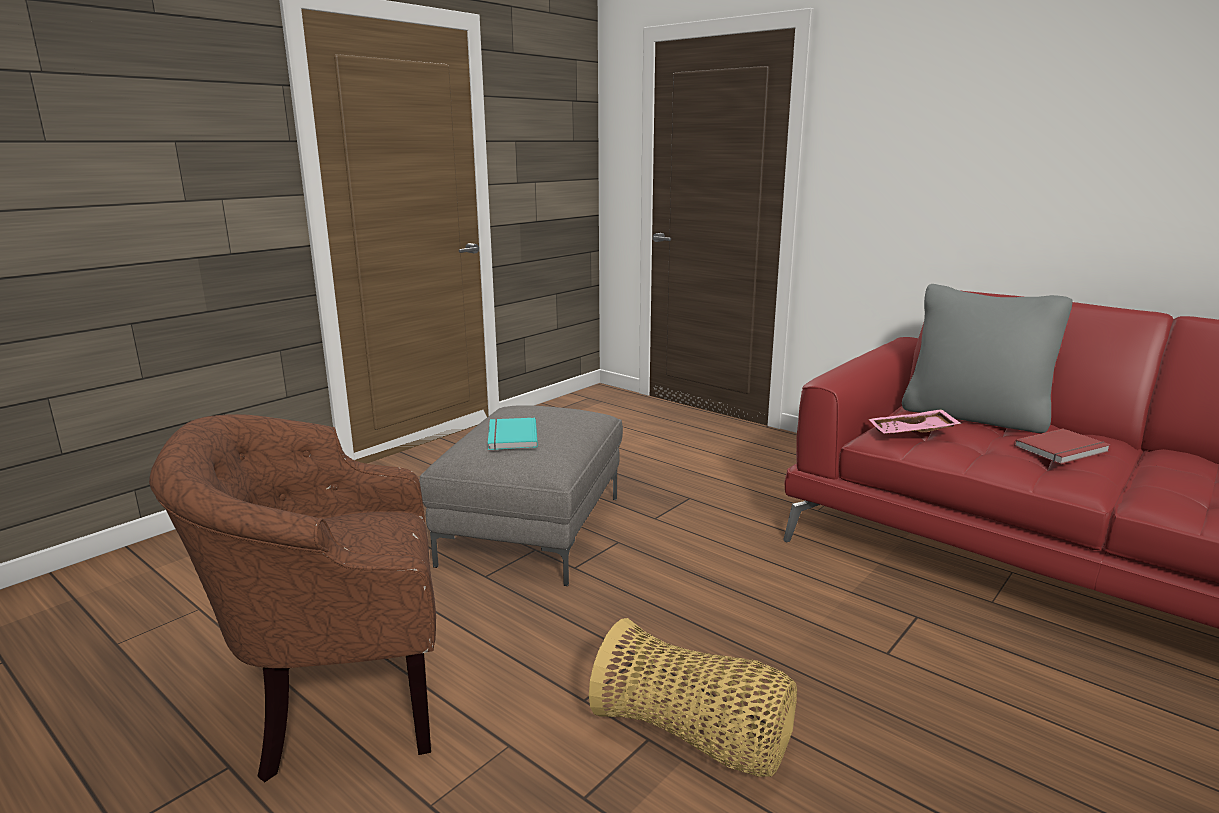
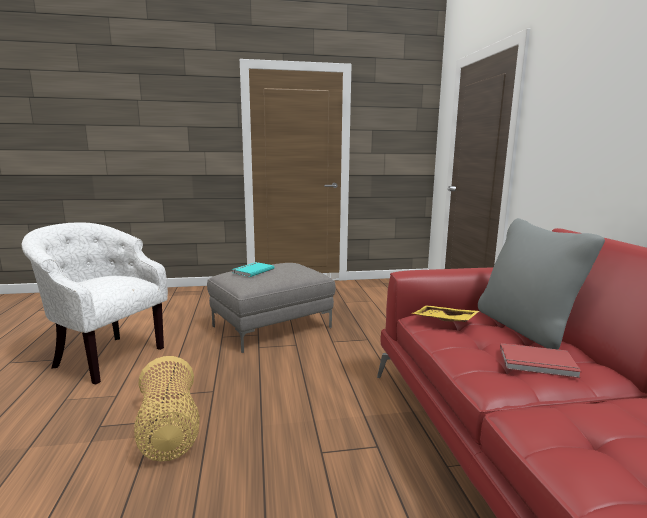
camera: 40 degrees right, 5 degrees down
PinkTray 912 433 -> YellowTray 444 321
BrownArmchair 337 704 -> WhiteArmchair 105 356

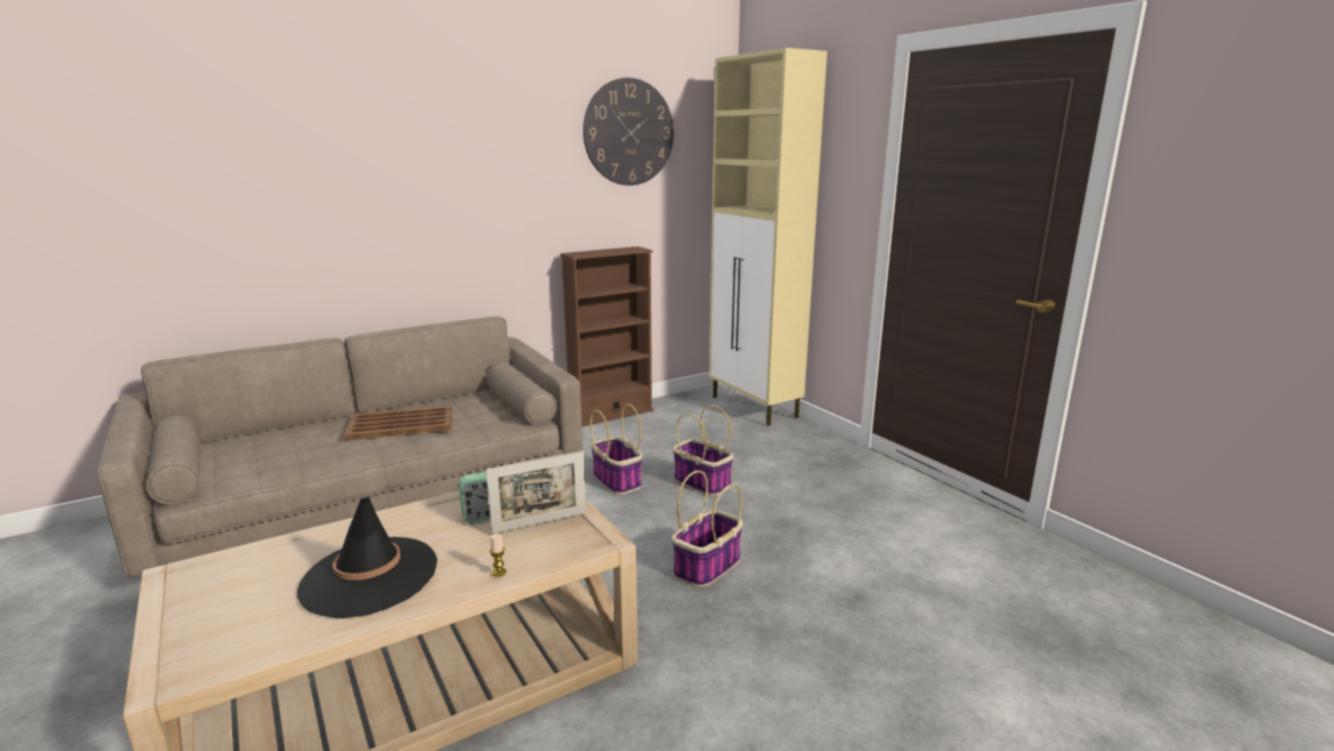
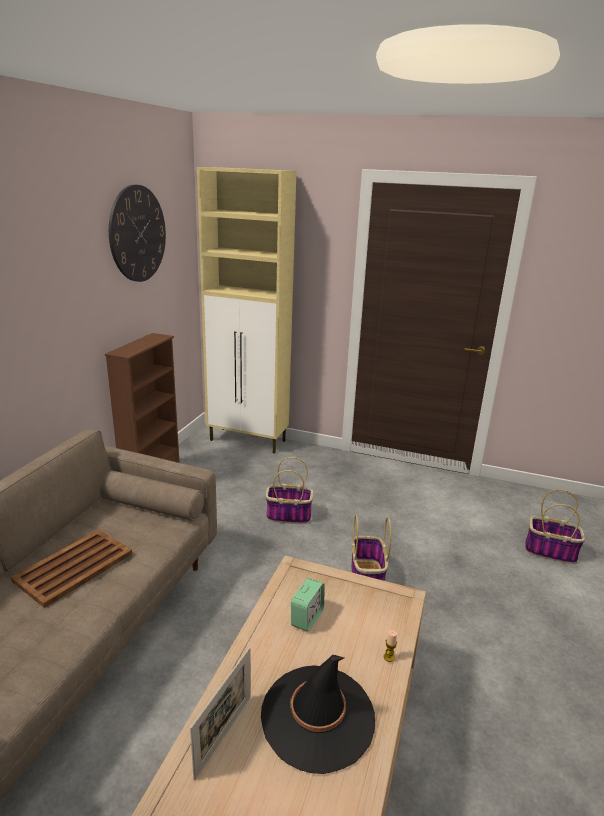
camera: 40 degrees left, 5 degrees up
Basket 617 481 -> Basket 550 551, move
PictureFrame 540 523 -> PictureFrame 223 735, move

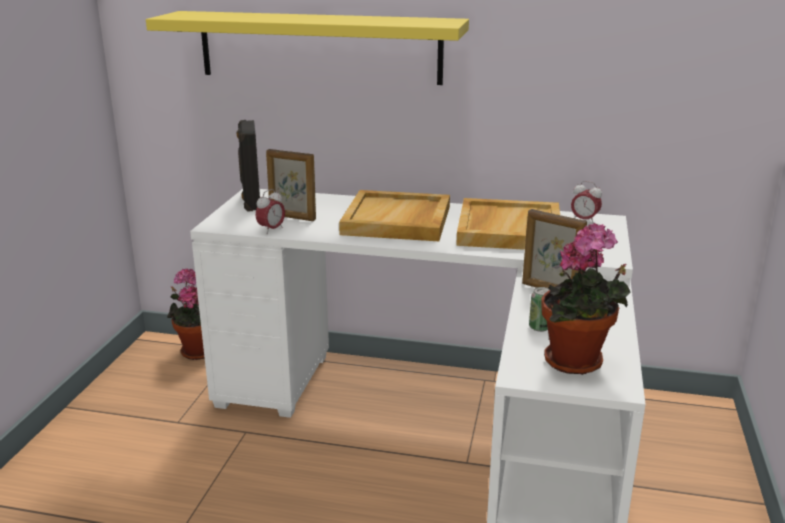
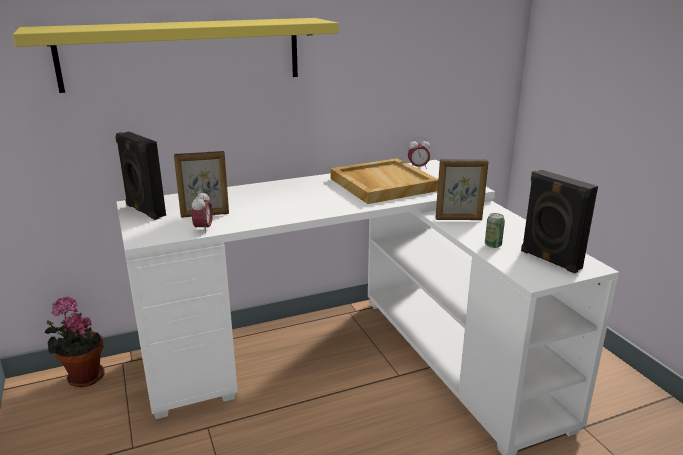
camera: 35 degrees left, 0 degrees up
BeigeTray 397 220 -> none
PottedPlant 577 363 -> BlackSpeaker 549 260

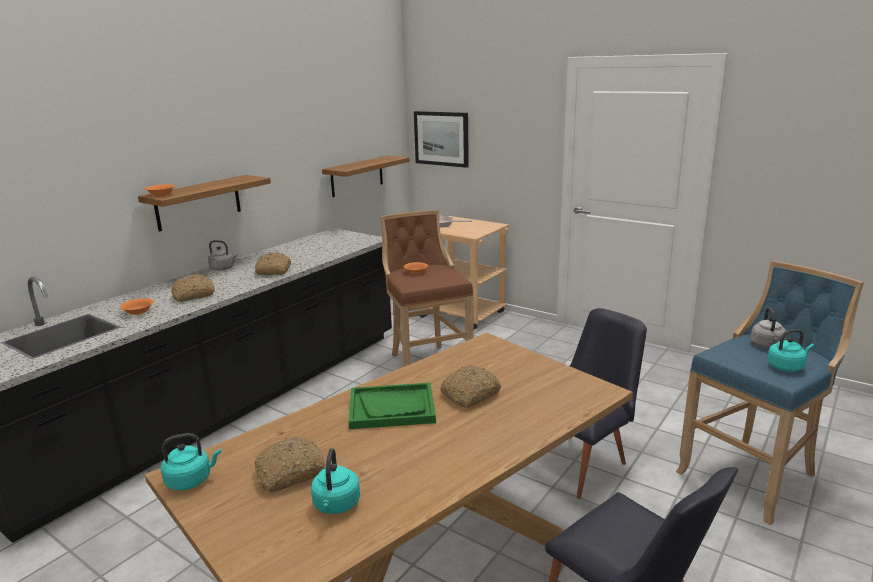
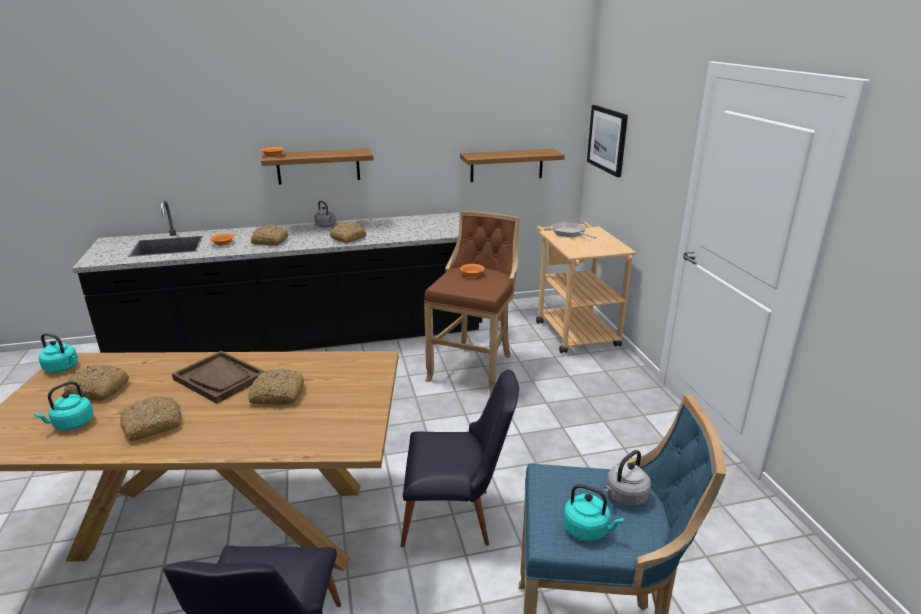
camera: 40 degrees right, 5 degrees up
GreenTray 392 408 -> BrownTray 220 378
none -> Bread 153 424

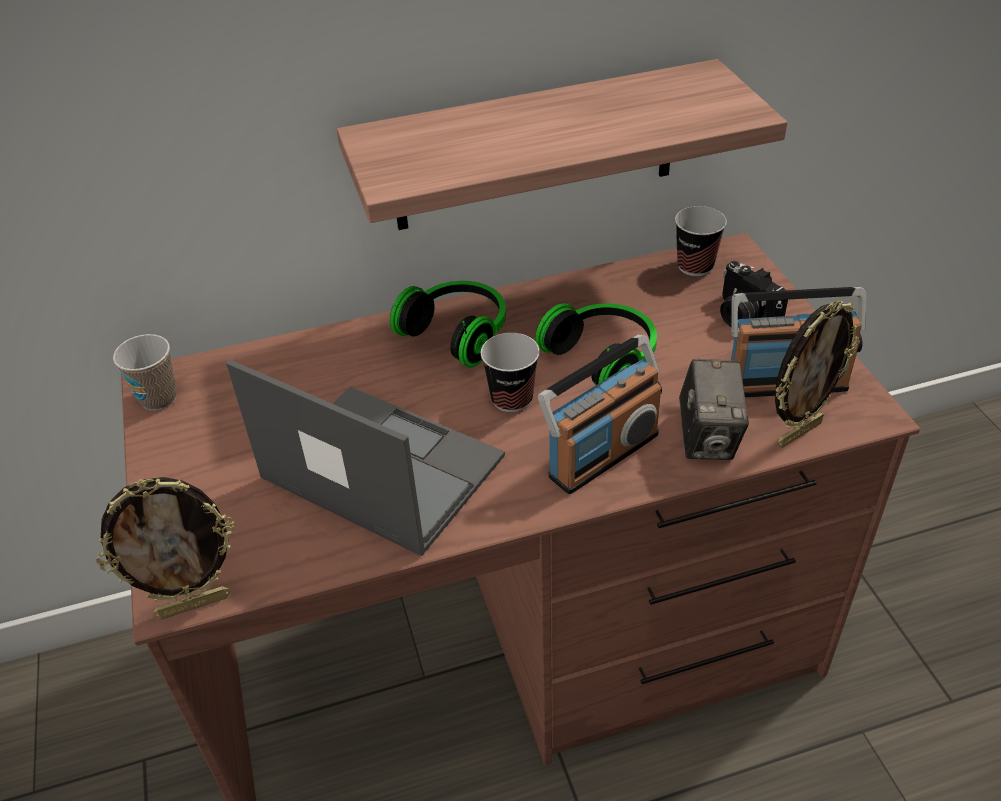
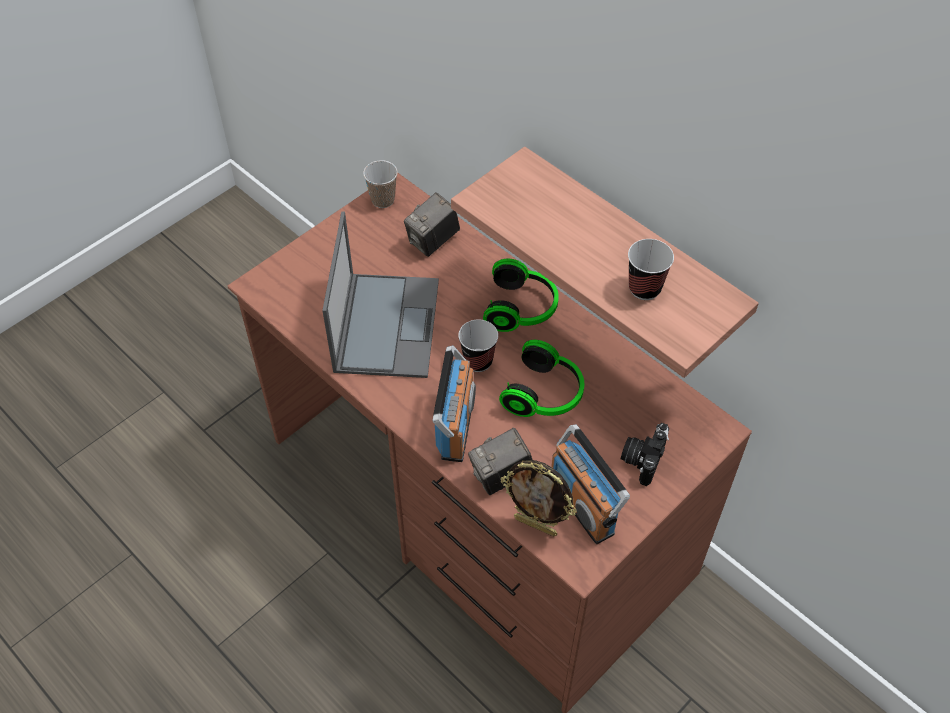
camera: 60 degrees right, 10 degrees up
Cup 695 266 -> Cup 644 288, move
Radio 602 454 -> Radio 456 426, 105 degrees counterclockwise
PictureFrame 194 604 -> none
none -> PhotoCamera 433 241

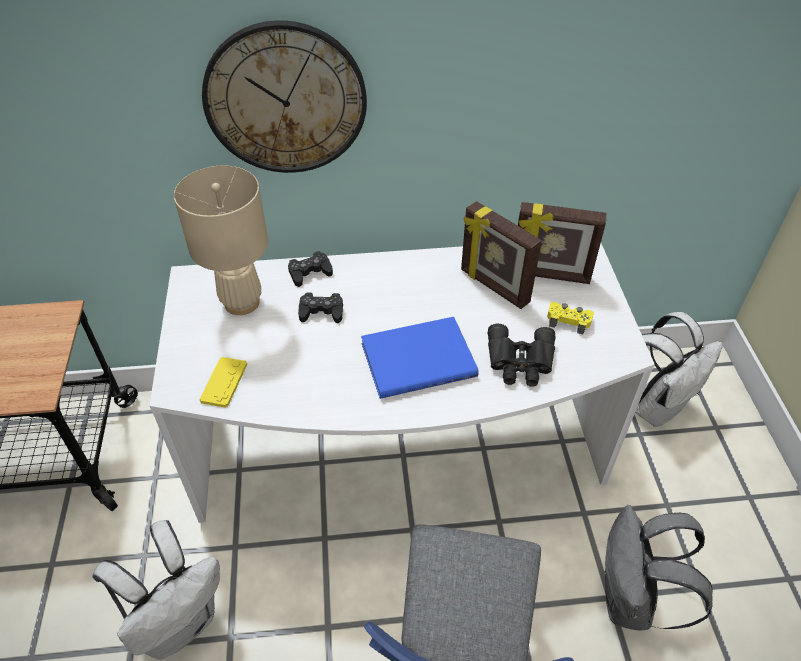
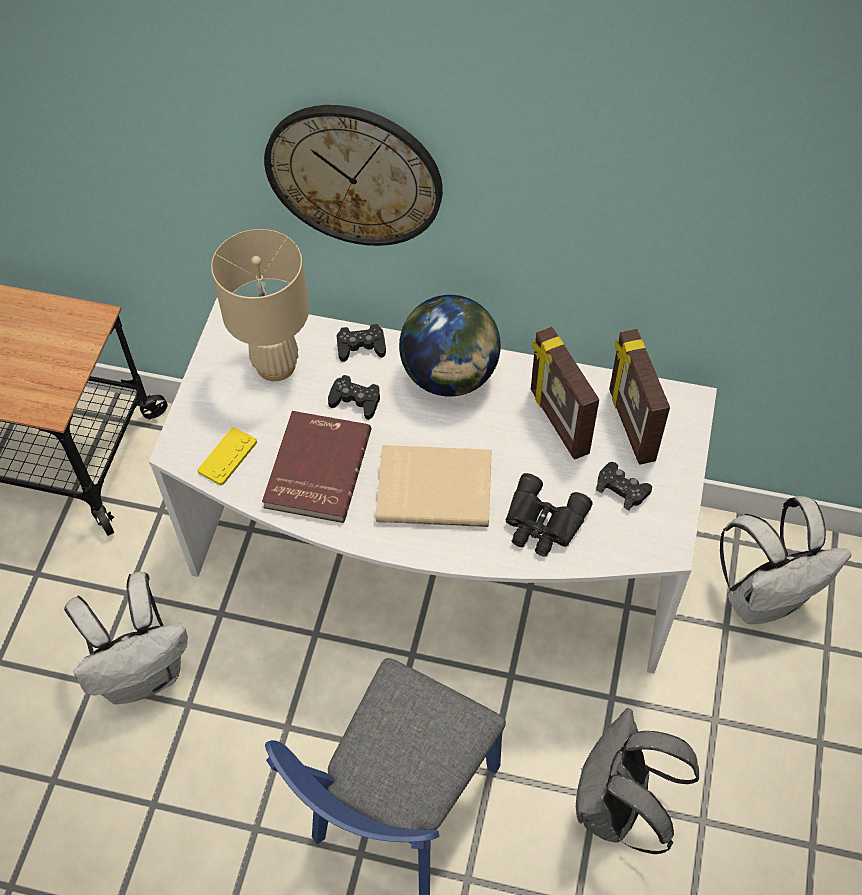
camera: 20 degrees right, 10 degrees up
PictureFrame 550 276 -> PictureFrame 630 425, 45 degrees clockwise
YellowGameController 568 320 -> BlackGameController 622 489
BlueBook 417 358 -> BeigeBook 434 487
none -> Globe 450 375
none -> RedBook 315 468

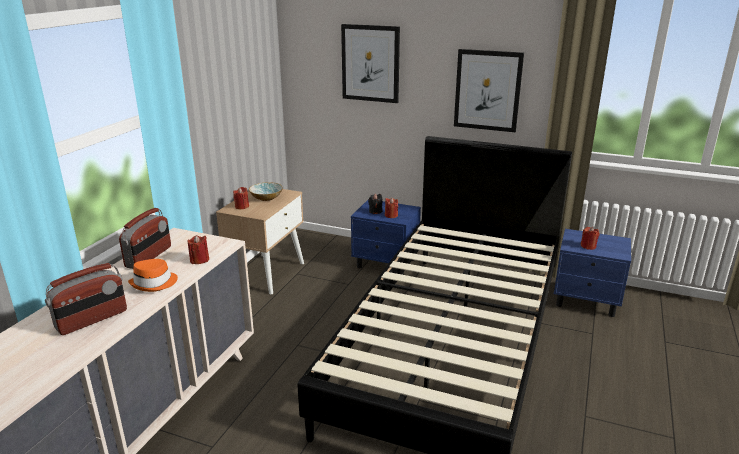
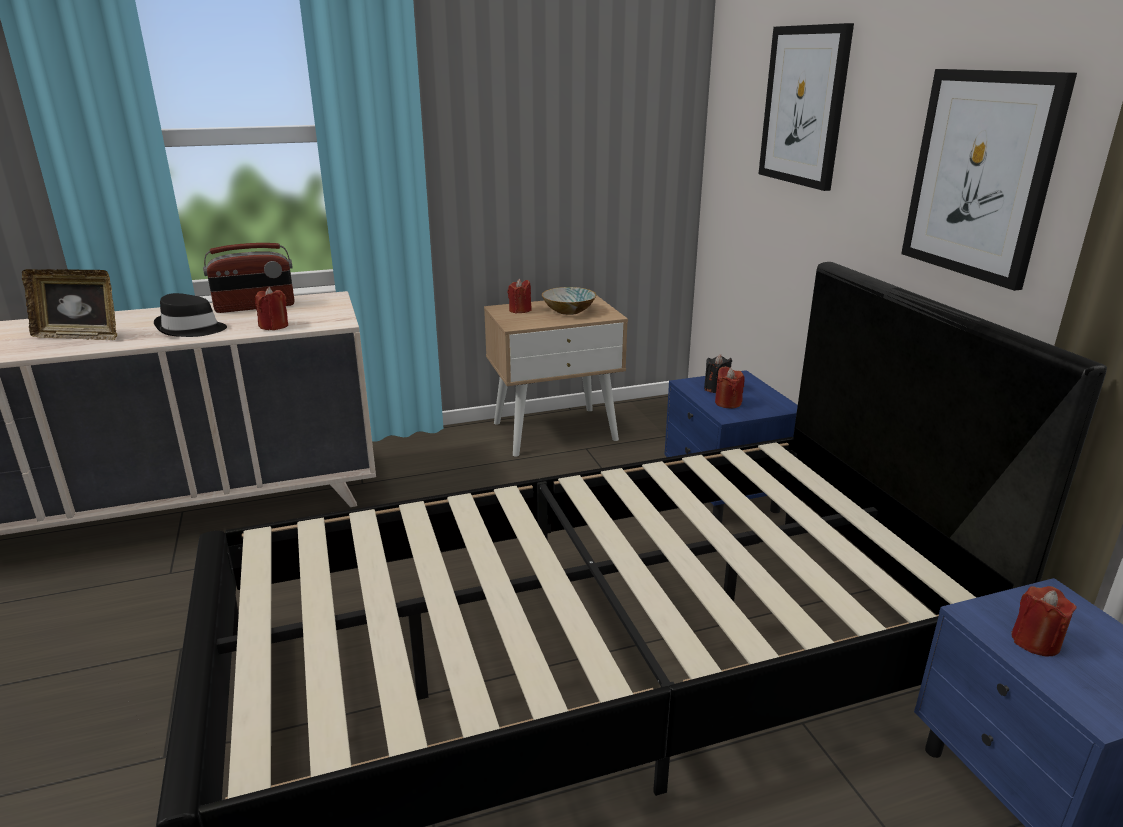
camera: 50 degrees right, 0 degrees up
OrangeHat 154 283 -> BlackHat 191 329
Radio 92 320 -> PictureFrame 80 336

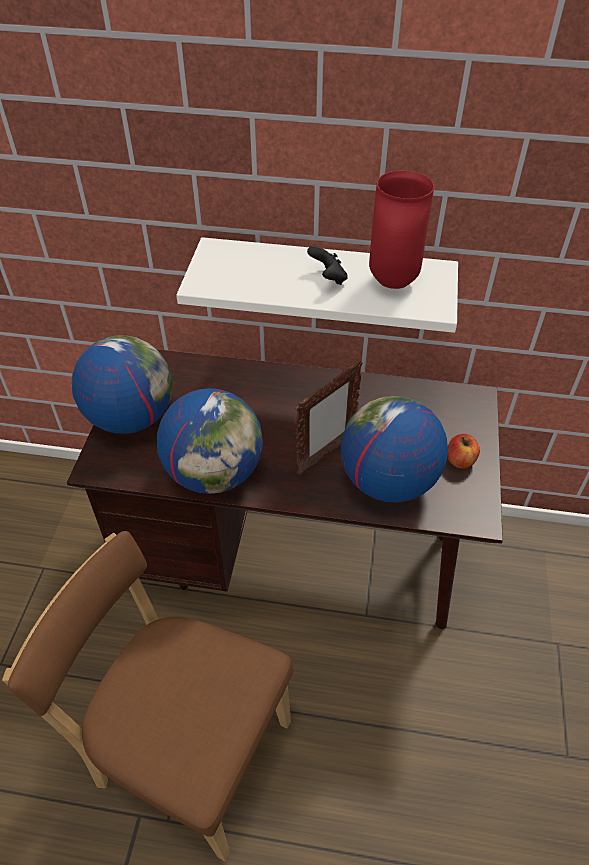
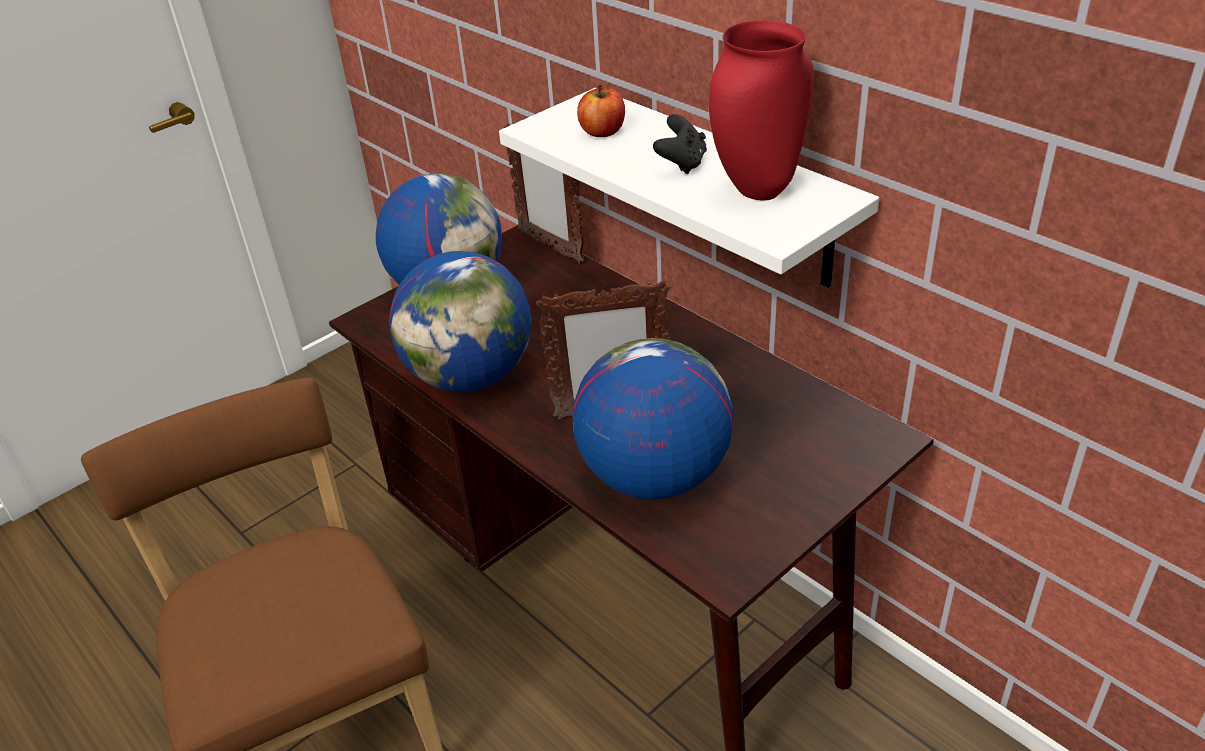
camera: 40 degrees right, 10 degrees down
Apple 460 460 -> Apple 602 132, move
none -> PictureFrame 550 247

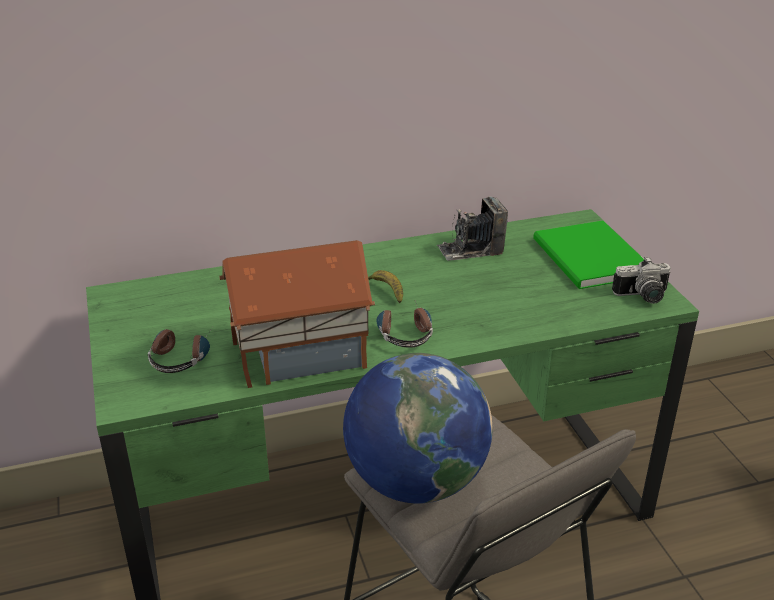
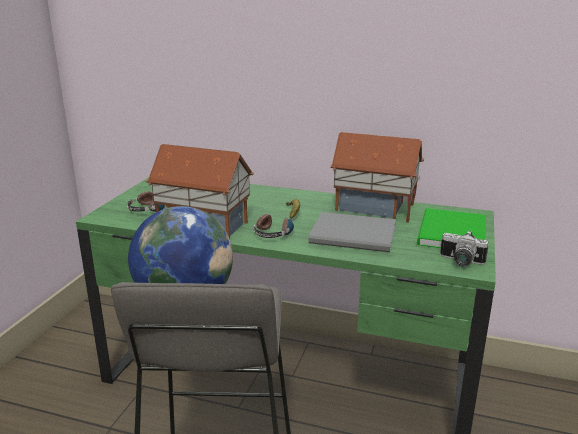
camera: 35 degrees right, 10 degrees down
PhotoCamera 470 249 -> ToyHouse 375 209
none -> GreyBook 355 236

